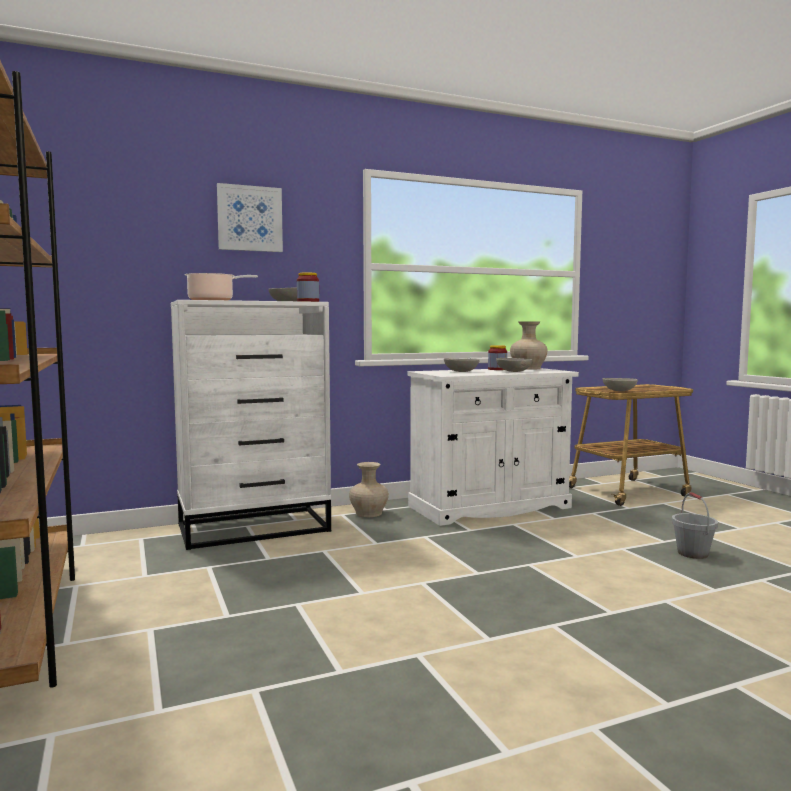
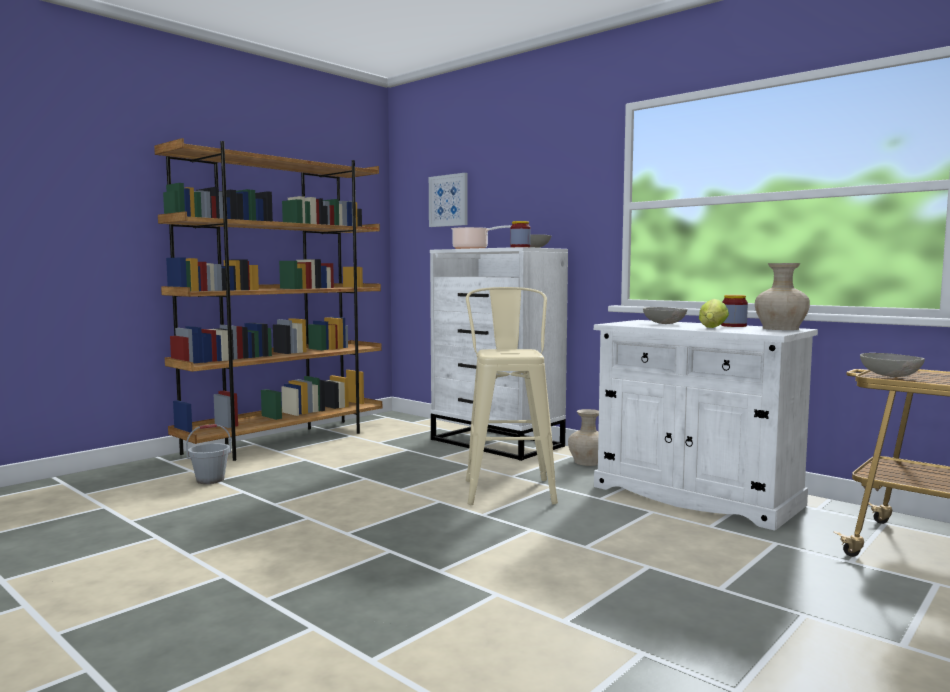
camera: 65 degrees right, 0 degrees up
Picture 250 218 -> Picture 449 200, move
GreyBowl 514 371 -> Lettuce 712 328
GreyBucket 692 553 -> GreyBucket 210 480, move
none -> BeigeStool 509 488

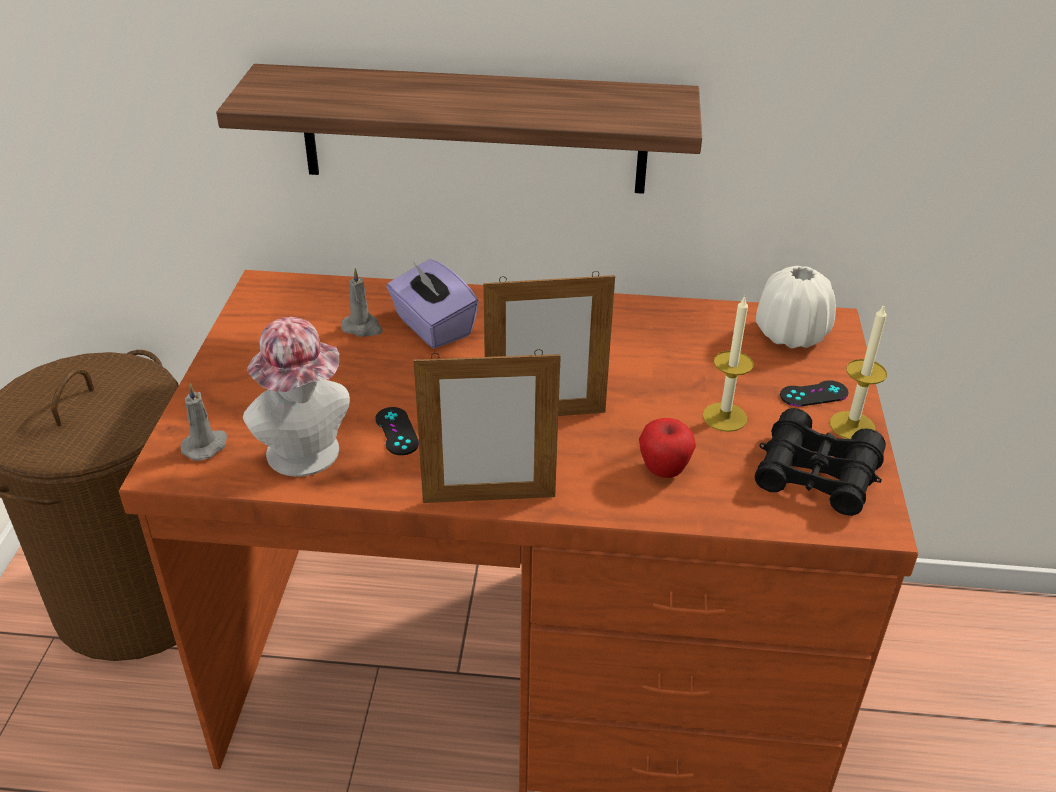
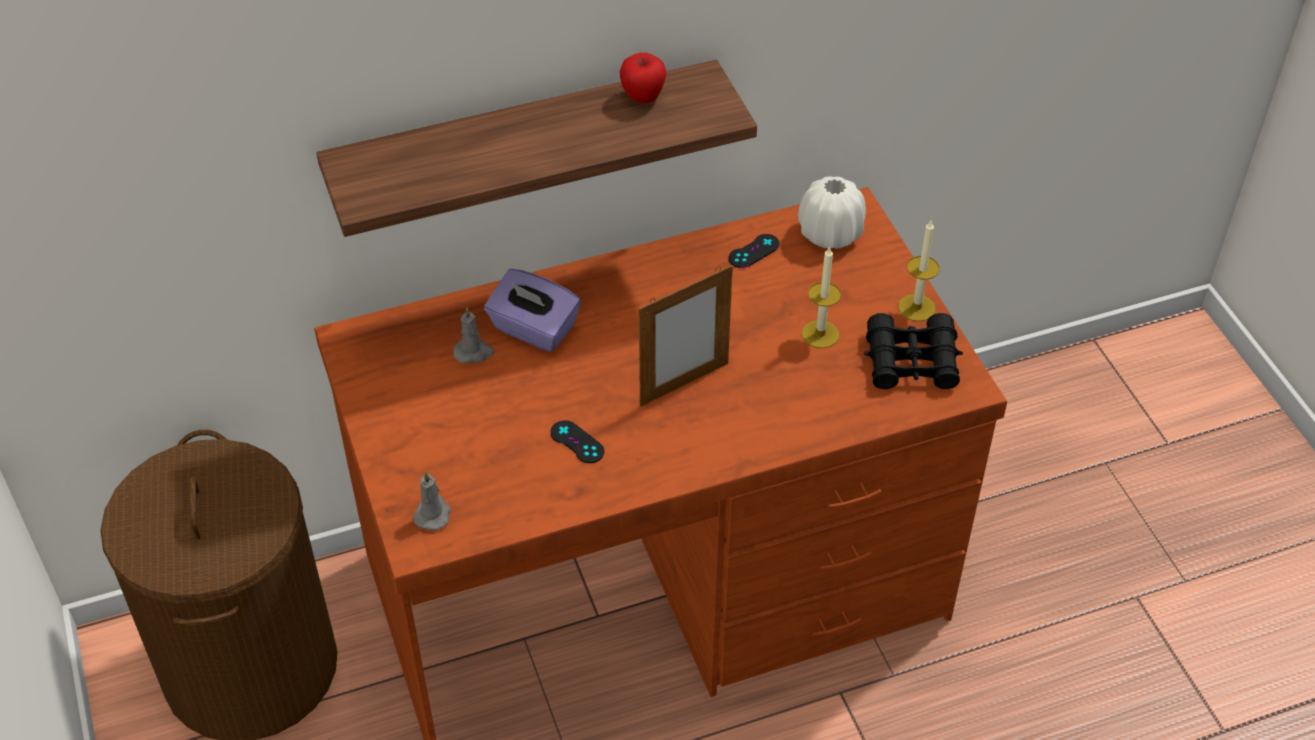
camera: 25 degrees left, 10 degrees up
Hat 307 458 -> none
PictureFrame 489 499 -> none
BlackGameController 814 394 -> BlackGameController 754 251, move
Apple 663 470 -> Apple 643 98, move

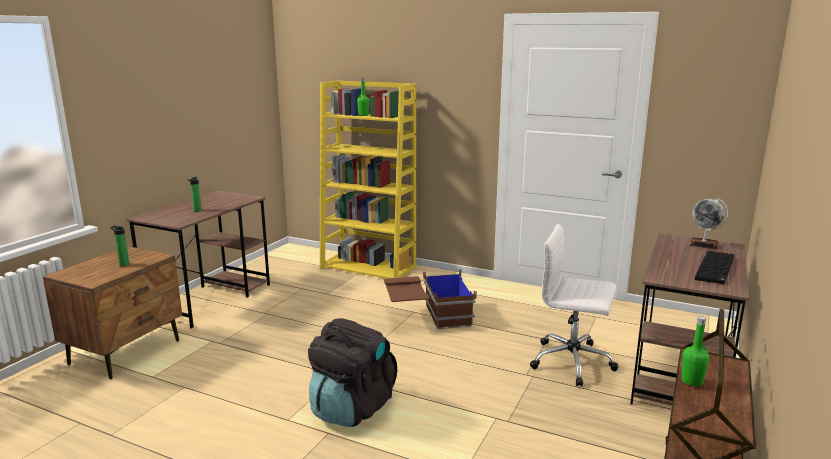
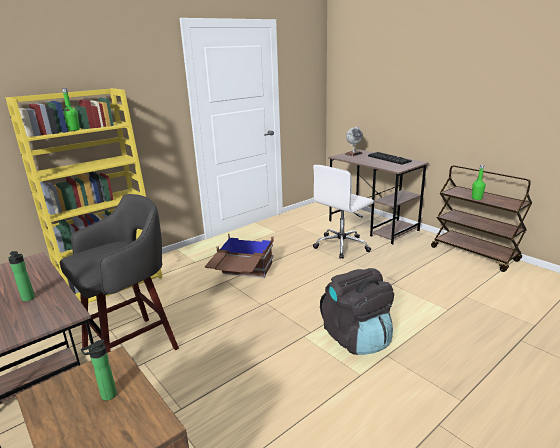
camera: 65 degrees left, 5 degrees up
none -> GreyStool 134 347

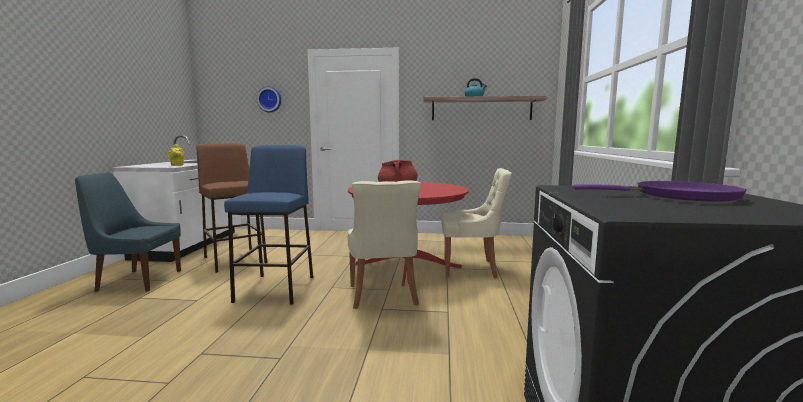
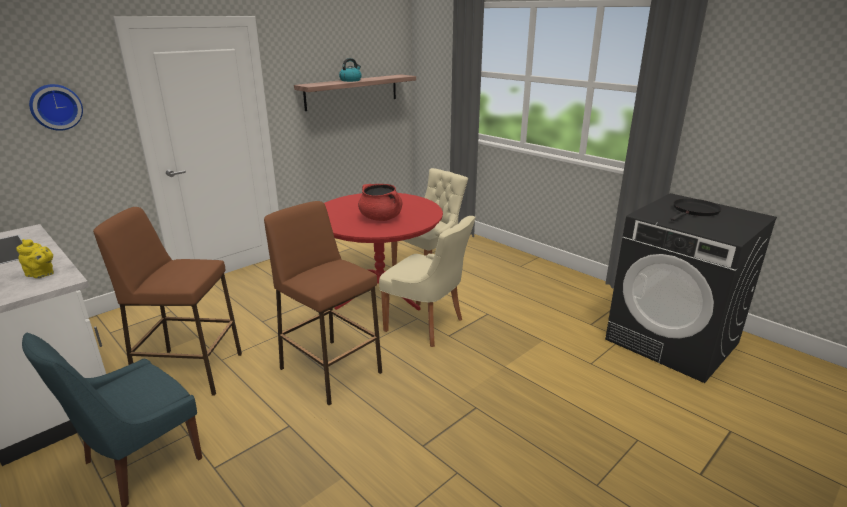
camera: 50 degrees left, 15 degrees up
BlueStool 276 288 -> BrownStool 330 370
PurpleFryingPan 679 196 -> BlackFryingPan 694 211

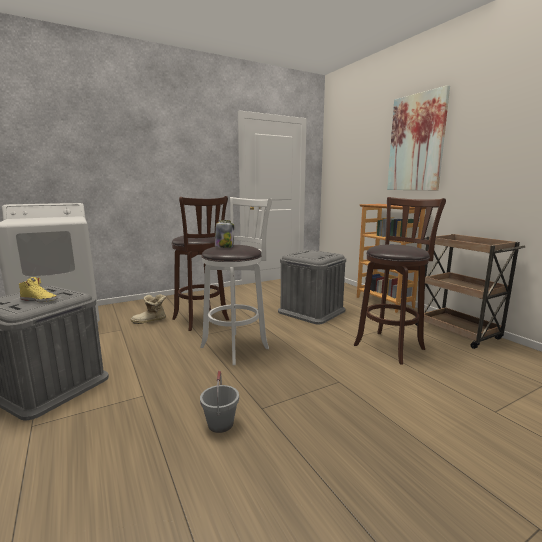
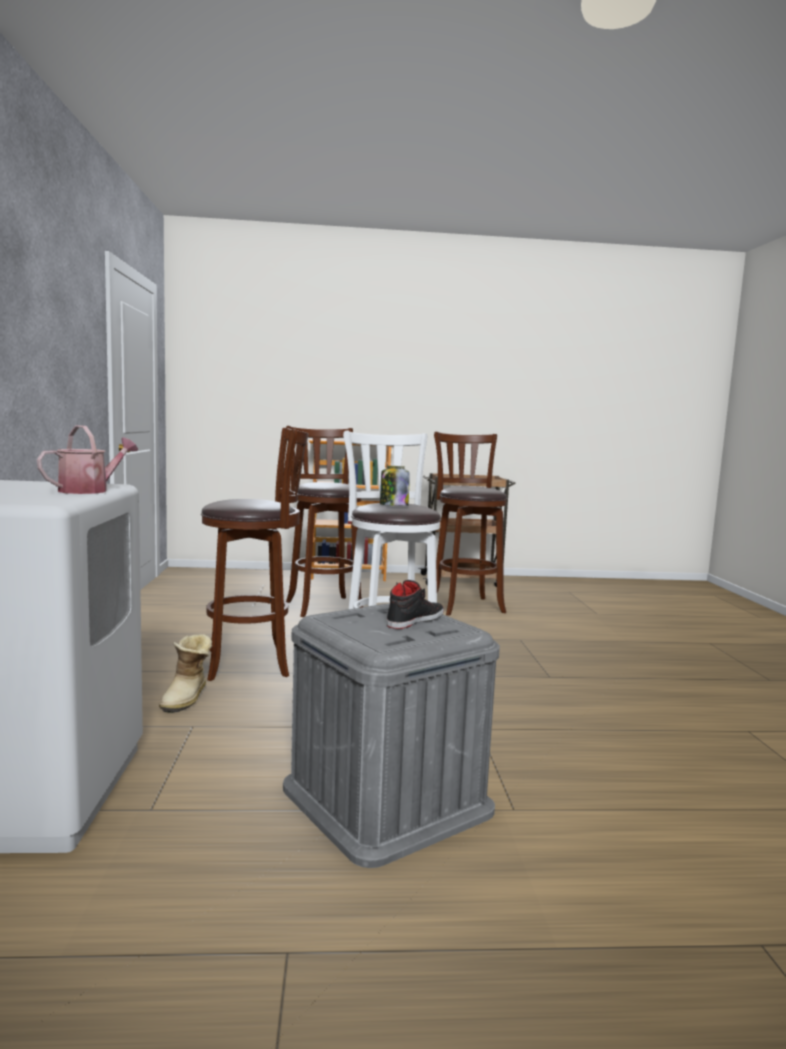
camera: 65 degrees left, 5 degrees down
Picture 416 143 -> none
GreyStorageBox 311 311 -> BrownStool 322 605
YellowShoe 39 299 -> BlackShoe 415 620
GreyBucket 221 424 -> none
none -> WateringCan 90 490

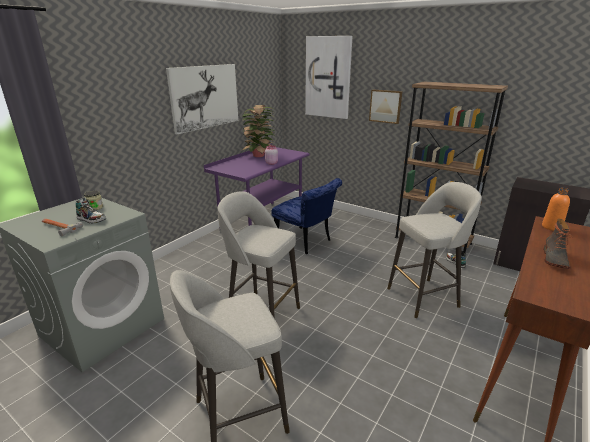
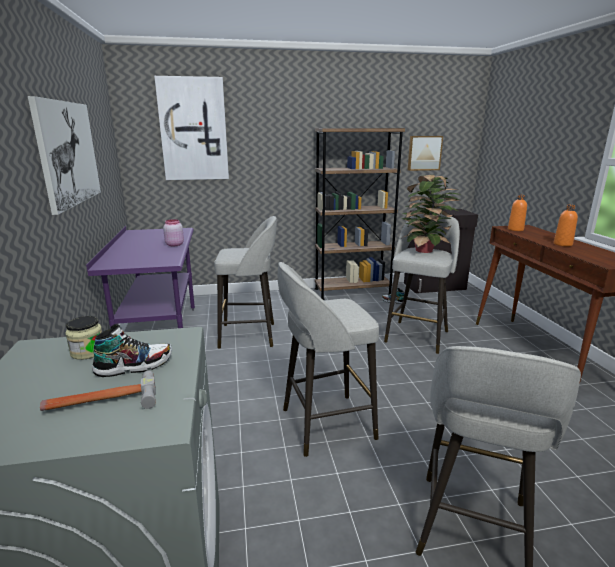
camera: 45 degrees left, 5 degrees down
Picture 385 106 -> Picture 424 153, move
PottedPlant 259 156 -> PottedPlant 426 251, move
BlueChair 306 242 -> GreyStool 249 335
Boot 553 259 -> OrangeBottle 562 244

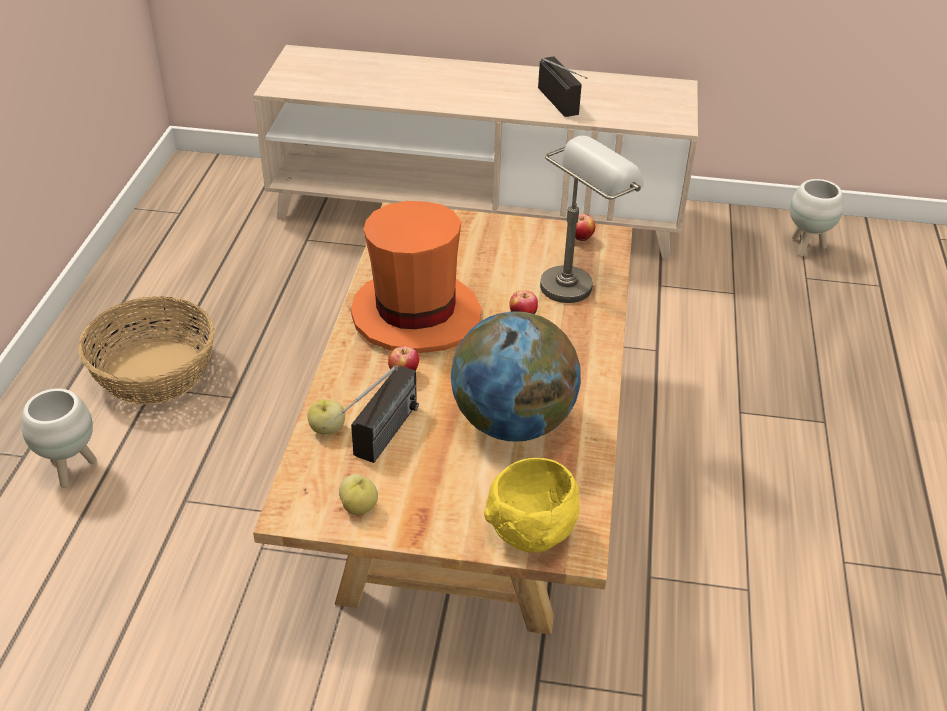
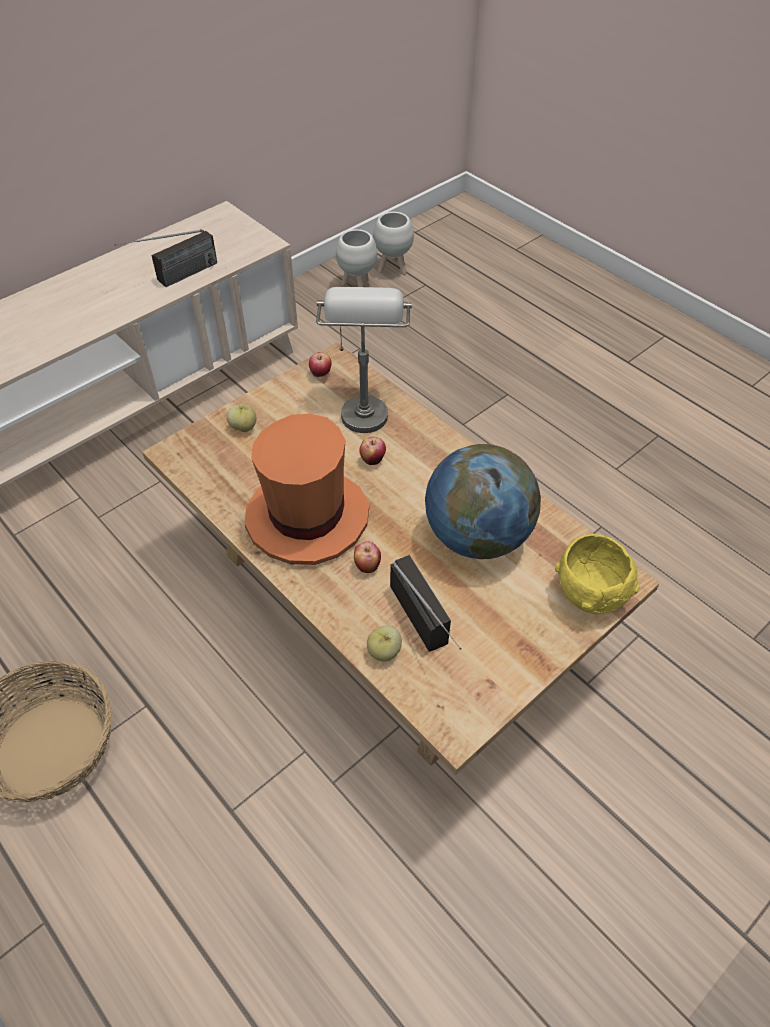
camera: 50 degrees left, 10 degrees up
Radio 567 109 -> Radio 174 279, 120 degrees clockwise
WhitePlanter 71 469 -> WhitePlanter 392 269, move
Apple 359 507 -> Apple 243 427, move

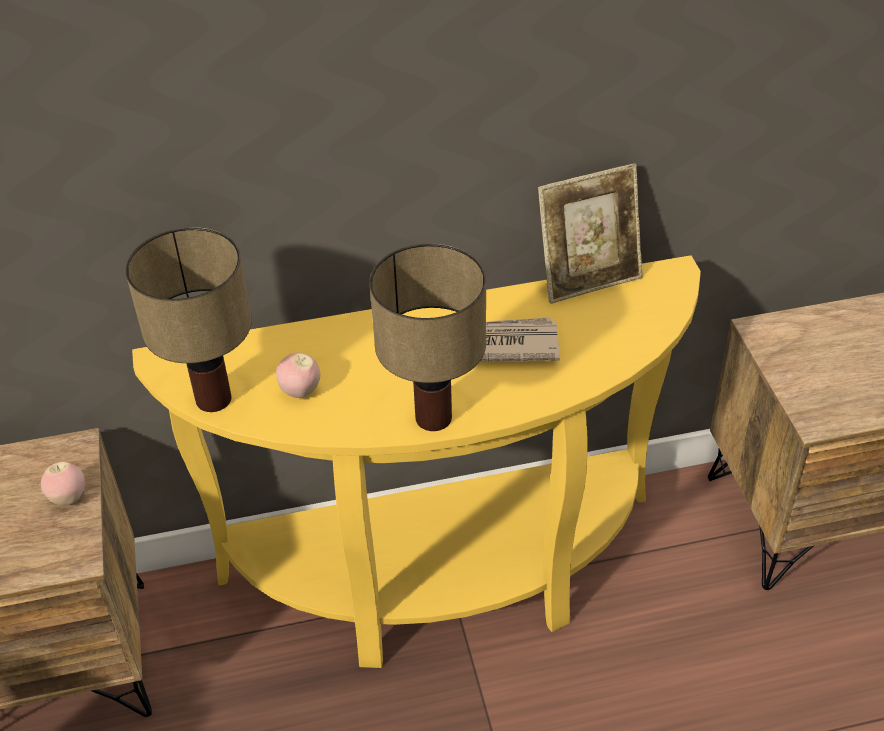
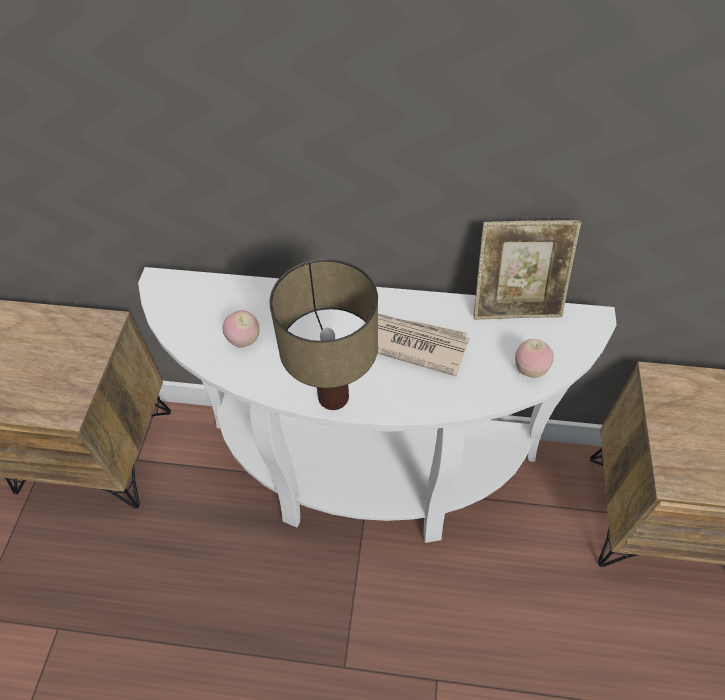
camera: 20 degrees right, 10 degrees up
TableLamp 215 399 -> none
YellowConsoleTable 446 579 -> WhiteConsoleTable 367 475
Apple 68 498 -> Apple 529 369, move

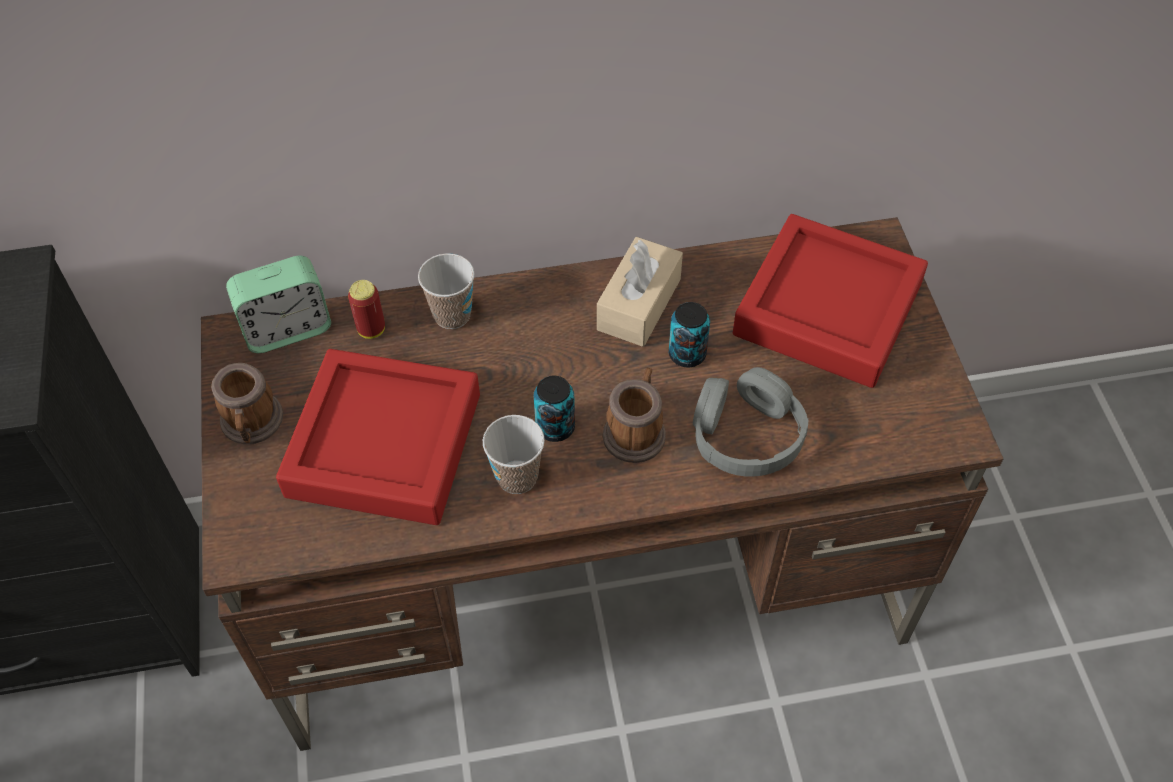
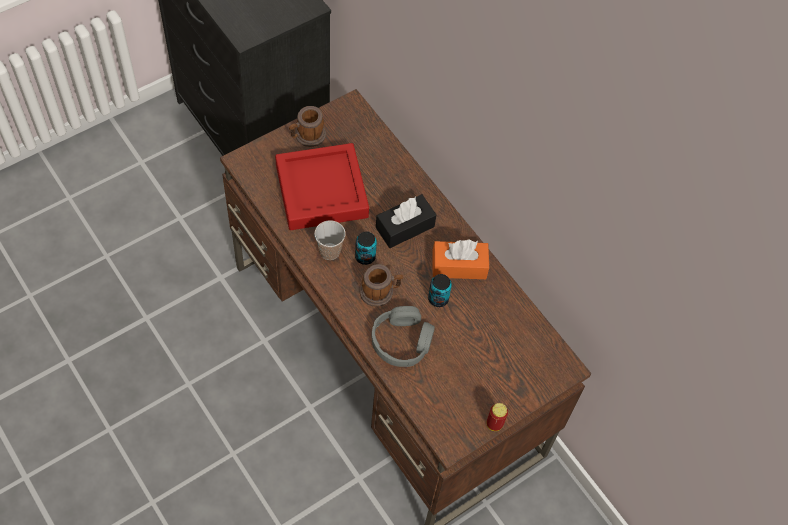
camera: 60 degrees right, 5 degrees up
RedTray 827 309 -> none
BeigeTissueBox 639 304 -> OrangeTissueBox 459 266
Cup 452 315 -> none
AlarmClock 287 329 -> none
Can 371 329 -> Can 494 424, move
none -> BlackTissueBox 405 227

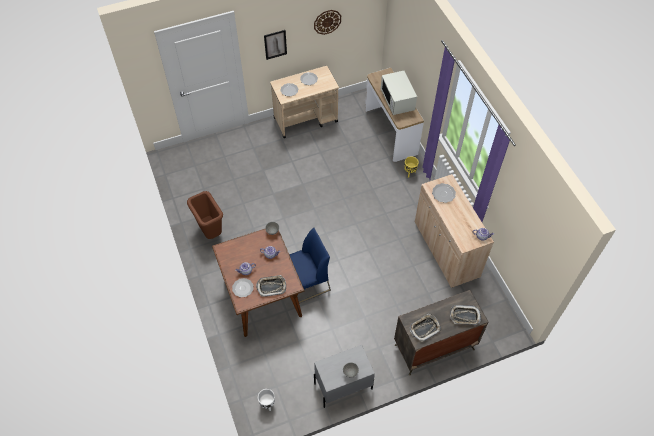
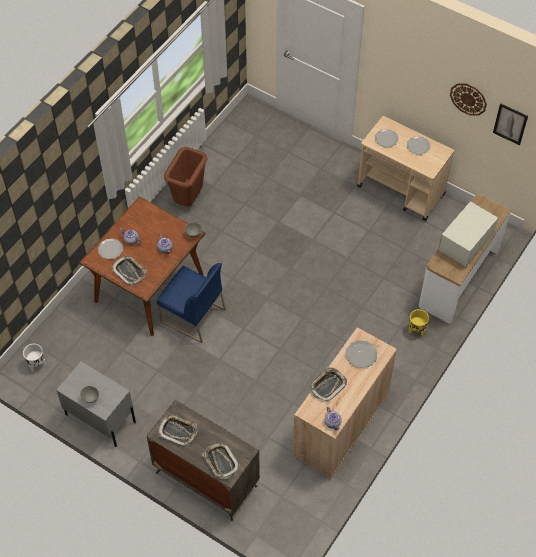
camera: 55 degrees right, 0 degrees up
Picture 275 44 -> Picture 510 124, move
none -> Tray 327 385

